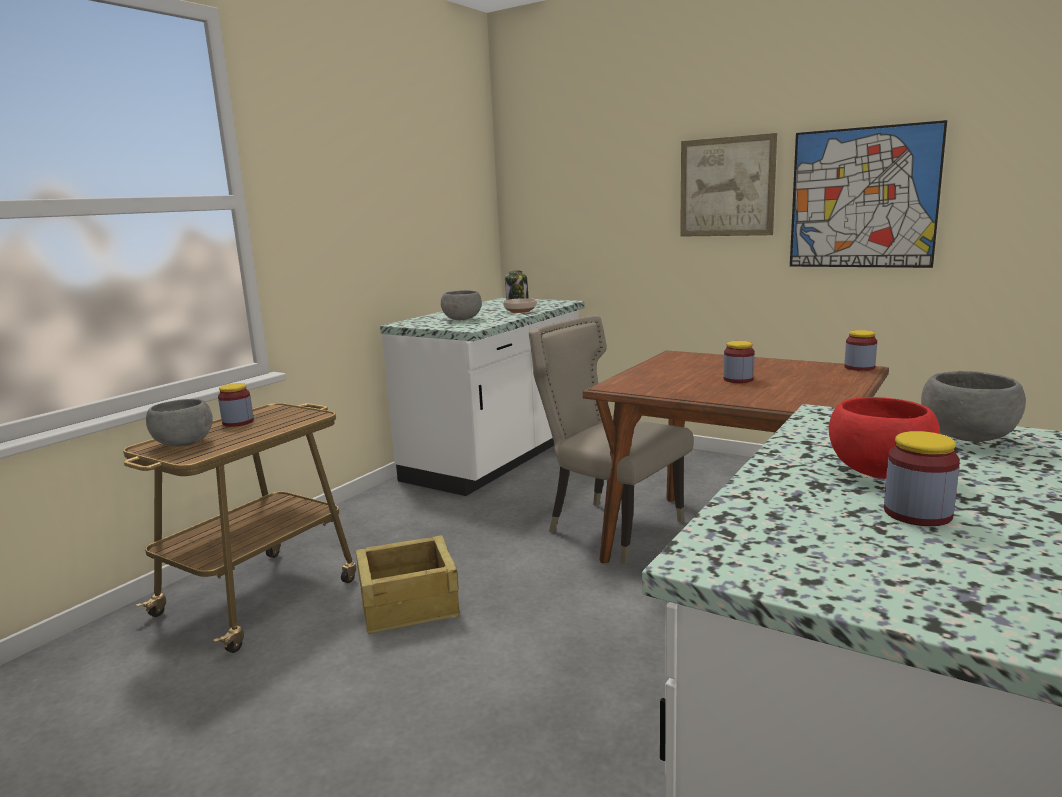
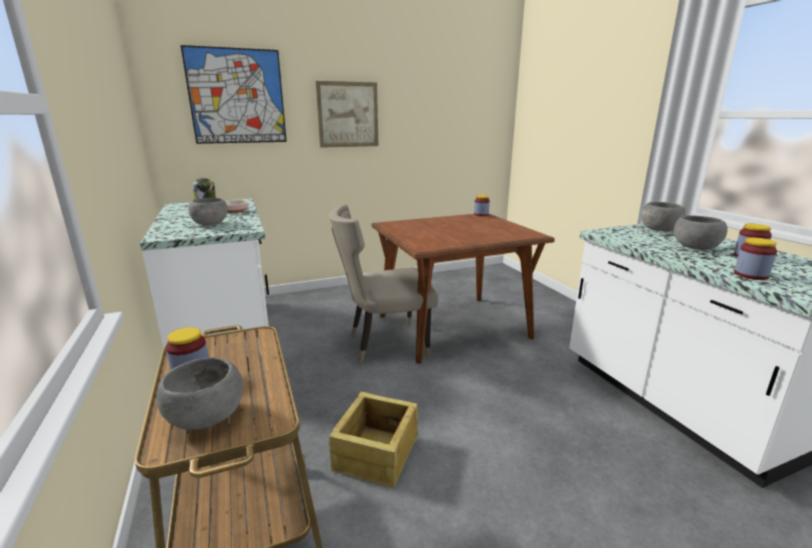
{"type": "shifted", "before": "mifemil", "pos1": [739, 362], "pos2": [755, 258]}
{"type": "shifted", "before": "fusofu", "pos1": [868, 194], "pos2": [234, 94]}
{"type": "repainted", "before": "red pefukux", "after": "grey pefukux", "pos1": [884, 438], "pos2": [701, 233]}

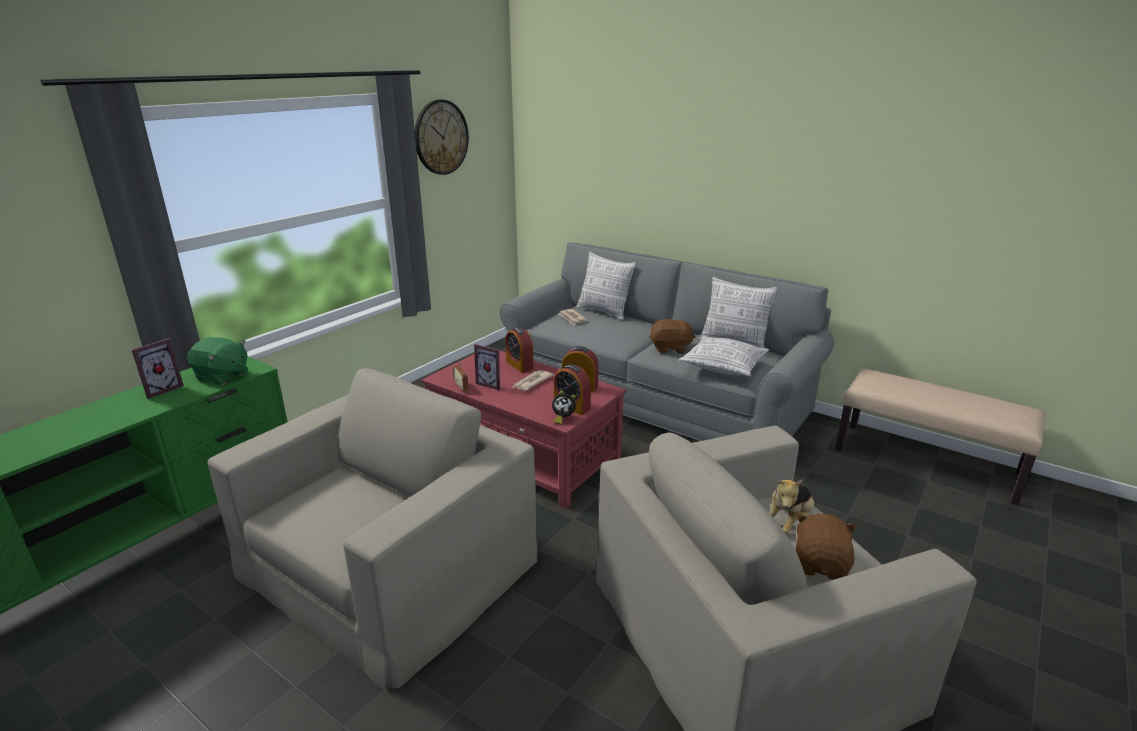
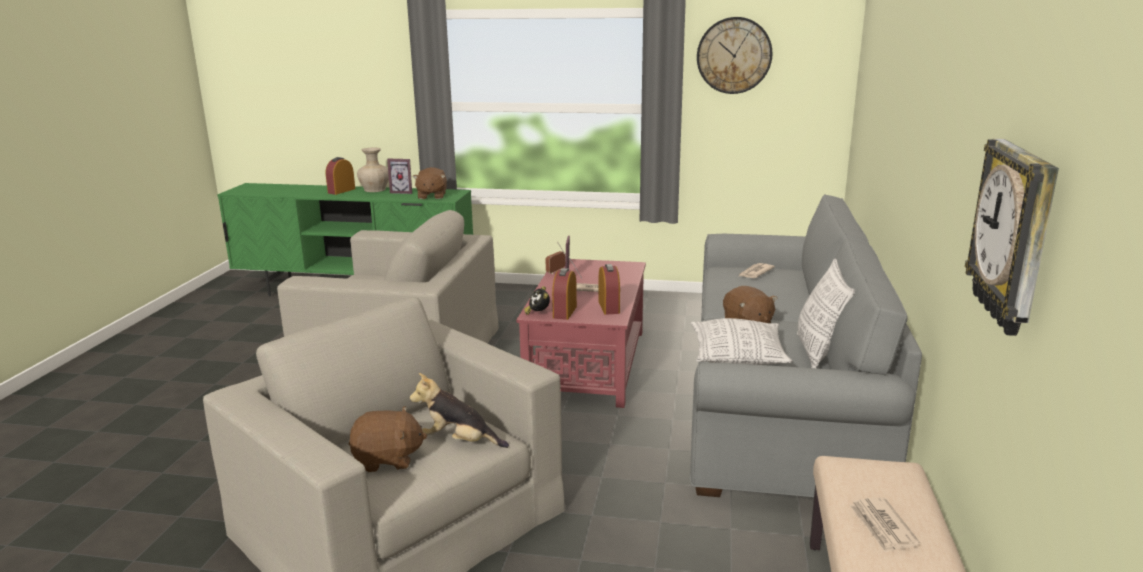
{"type": "gone", "before": "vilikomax", "pos1": [606, 286]}
{"type": "new", "after": "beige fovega", "pos2": [373, 170]}
{"type": "new", "after": "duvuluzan", "pos2": [884, 525]}
{"type": "new", "after": "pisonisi", "pos2": [1012, 237]}
{"type": "shifted", "before": "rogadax", "pos1": [519, 350], "pos2": [340, 176]}
{"type": "repainted", "before": "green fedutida", "after": "brown fedutida", "pos1": [217, 361], "pos2": [430, 183]}

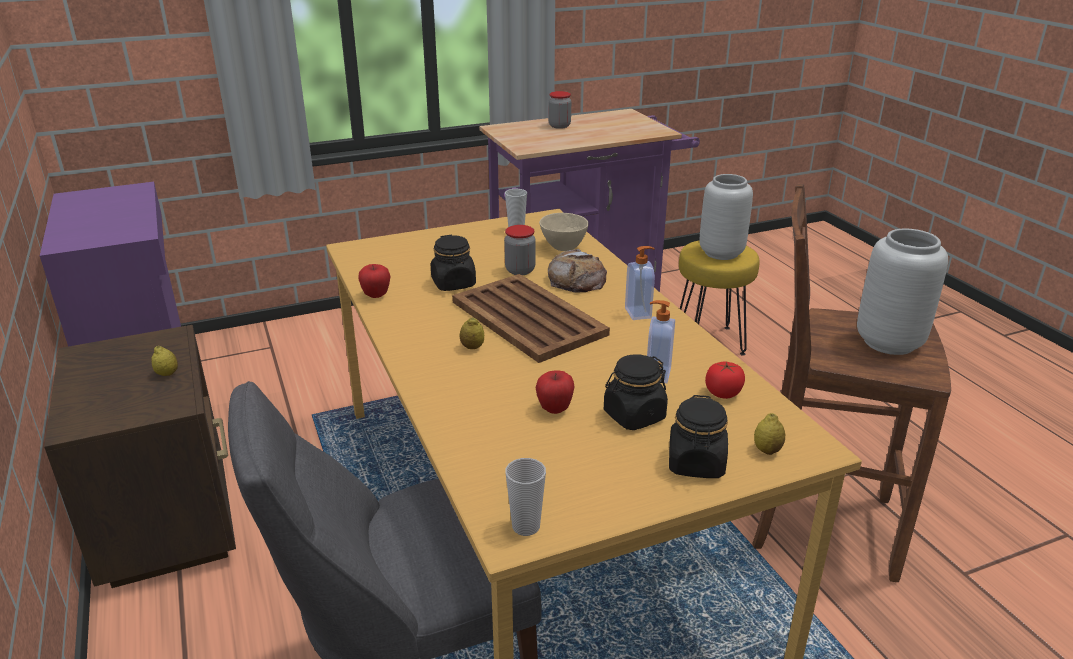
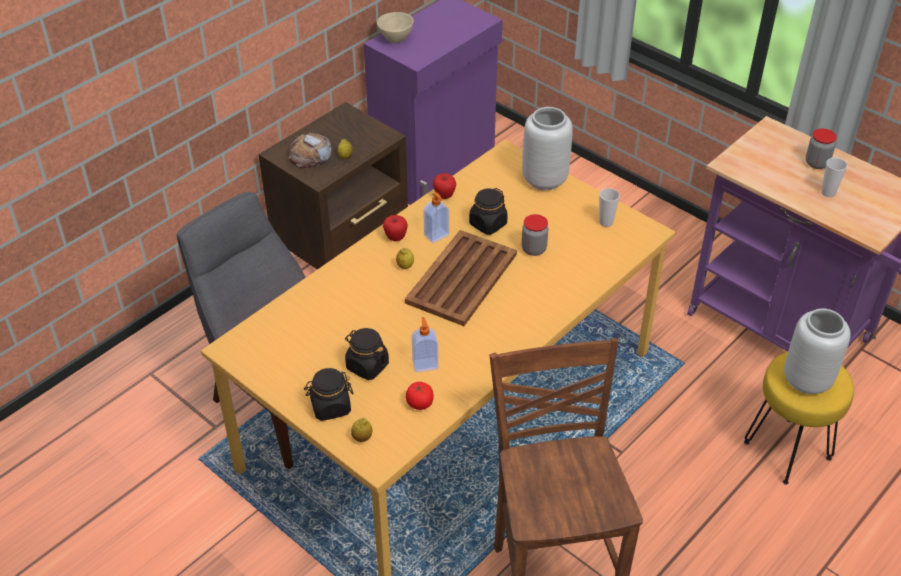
{"type": "shifted", "before": "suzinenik", "pos1": [526, 497], "pos2": [834, 177]}
{"type": "shifted", "before": "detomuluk", "pos1": [555, 392], "pos2": [395, 228]}
{"type": "shifted", "before": "beige pefukux", "pos1": [564, 232], "pos2": [395, 27]}
{"type": "shifted", "before": "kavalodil", "pos1": [577, 270], "pos2": [310, 150]}
{"type": "shifted", "before": "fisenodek", "pos1": [640, 283], "pos2": [436, 217]}
{"type": "shifted", "before": "grey fovega", "pos1": [902, 291], "pos2": [547, 148]}

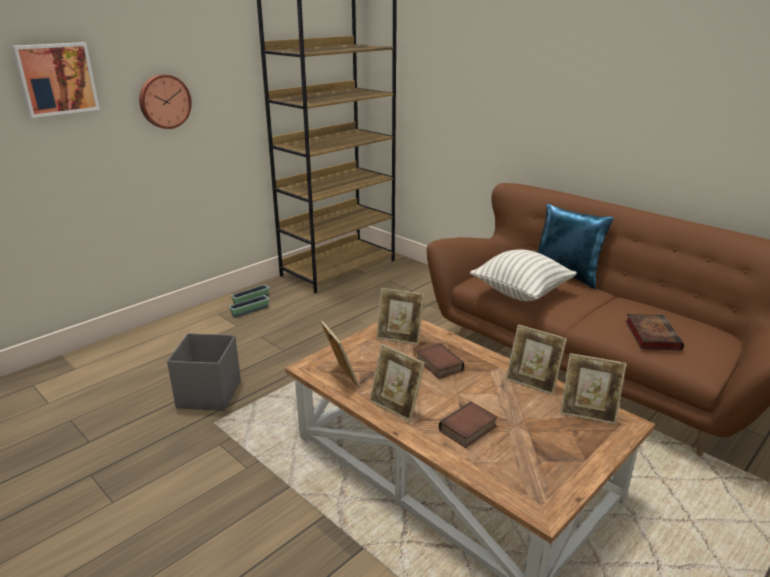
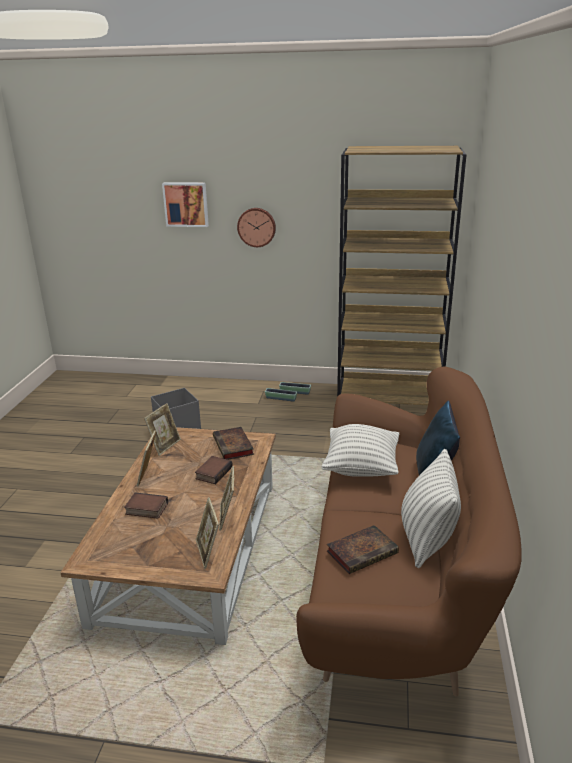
{"type": "new", "after": "vilikomax", "pos2": [431, 508]}
{"type": "swapped", "before": "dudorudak", "after": "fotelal", "pos1": [400, 316], "pos2": [233, 443]}

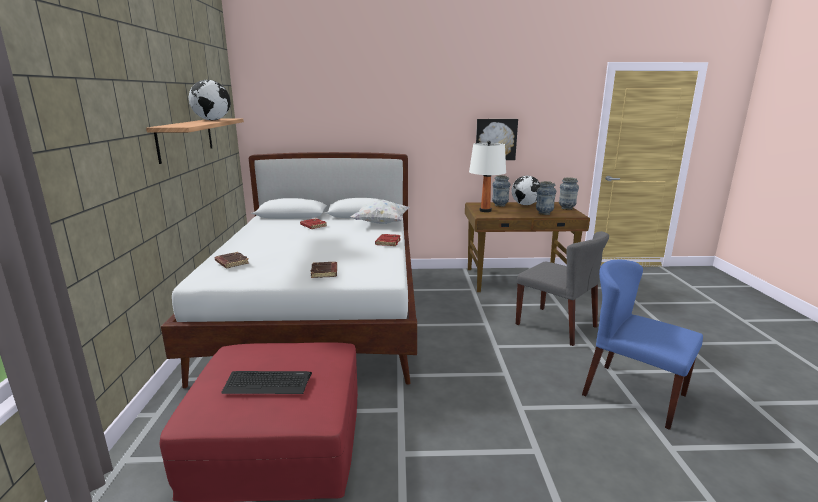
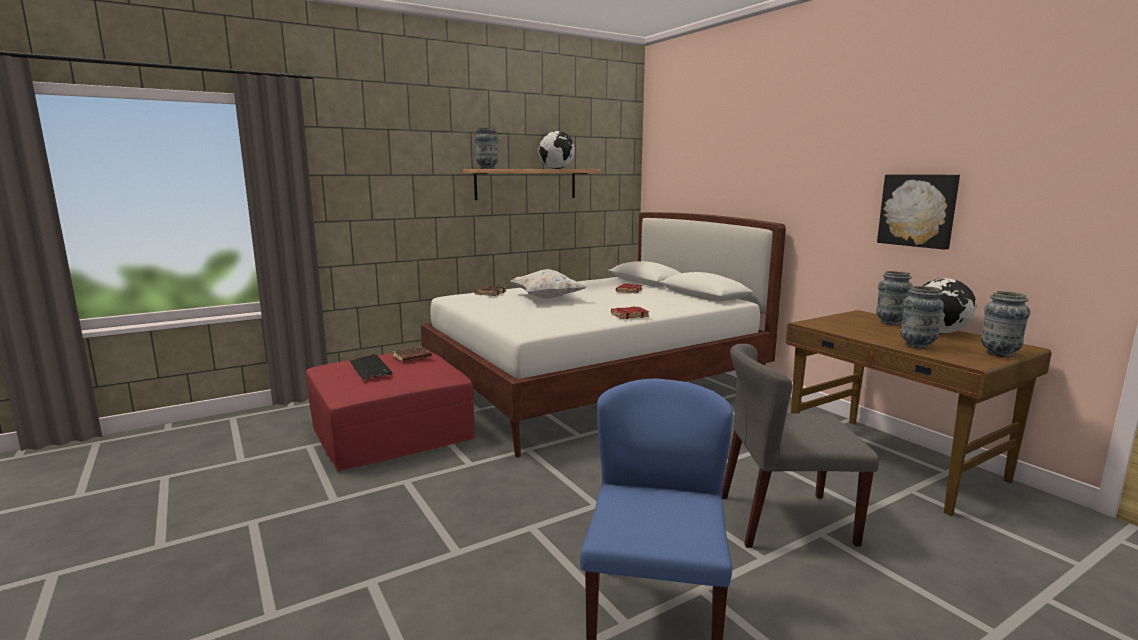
{"type": "gone", "before": "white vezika", "pos1": [487, 176]}
{"type": "new", "after": "fovega", "pos2": [486, 148]}
{"type": "shifted", "before": "brown fotelal", "pos1": [324, 270], "pos2": [412, 354]}
{"type": "shifted", "before": "white vilikomax", "pos1": [380, 212], "pos2": [548, 284]}
{"type": "rotated", "before": "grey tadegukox", "pos1": [562, 288], "pos2": [800, 446], "turn": 75}

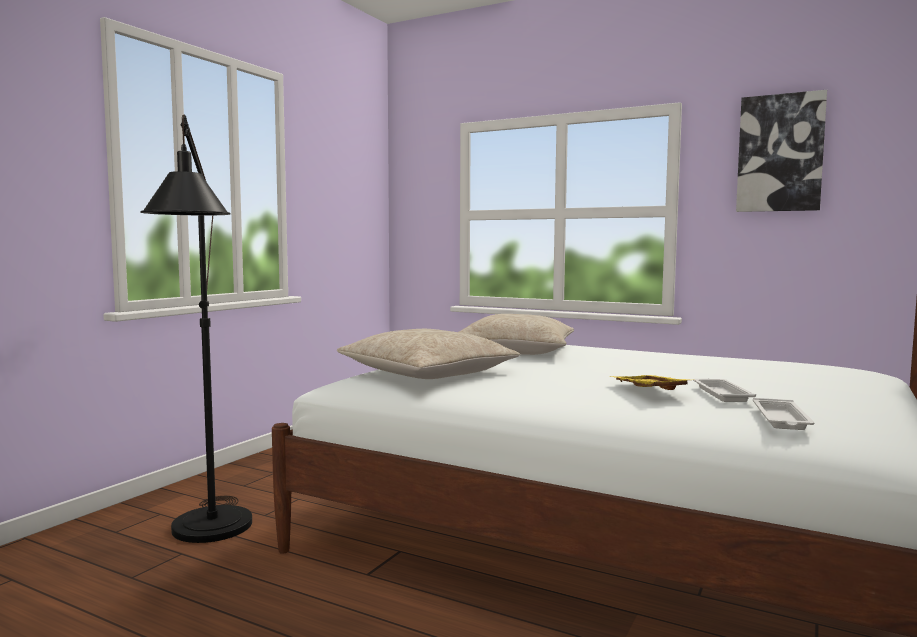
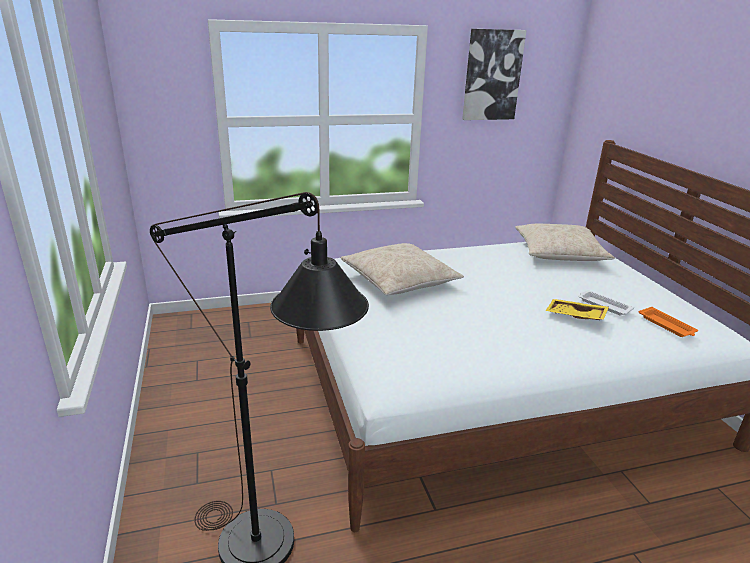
{"type": "shifted", "before": "beige vilikomax", "pos1": [428, 354], "pos2": [565, 242]}
{"type": "repainted", "before": "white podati", "after": "orange podati", "pos1": [784, 414], "pos2": [668, 322]}

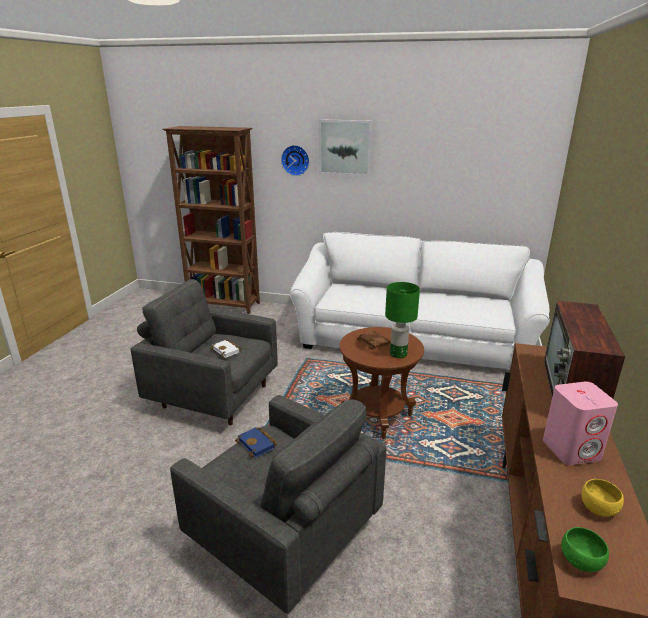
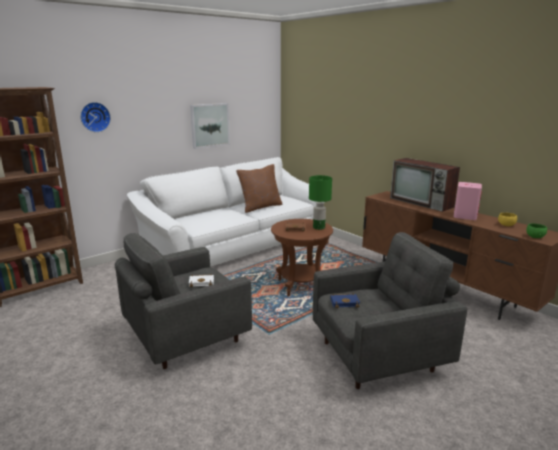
{"type": "new", "after": "brown vilikomax", "pos2": [259, 188]}
{"type": "shifted", "before": "fusofu", "pos1": [345, 147], "pos2": [210, 126]}

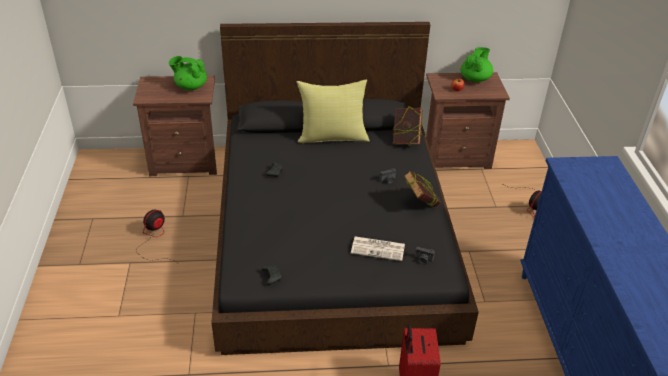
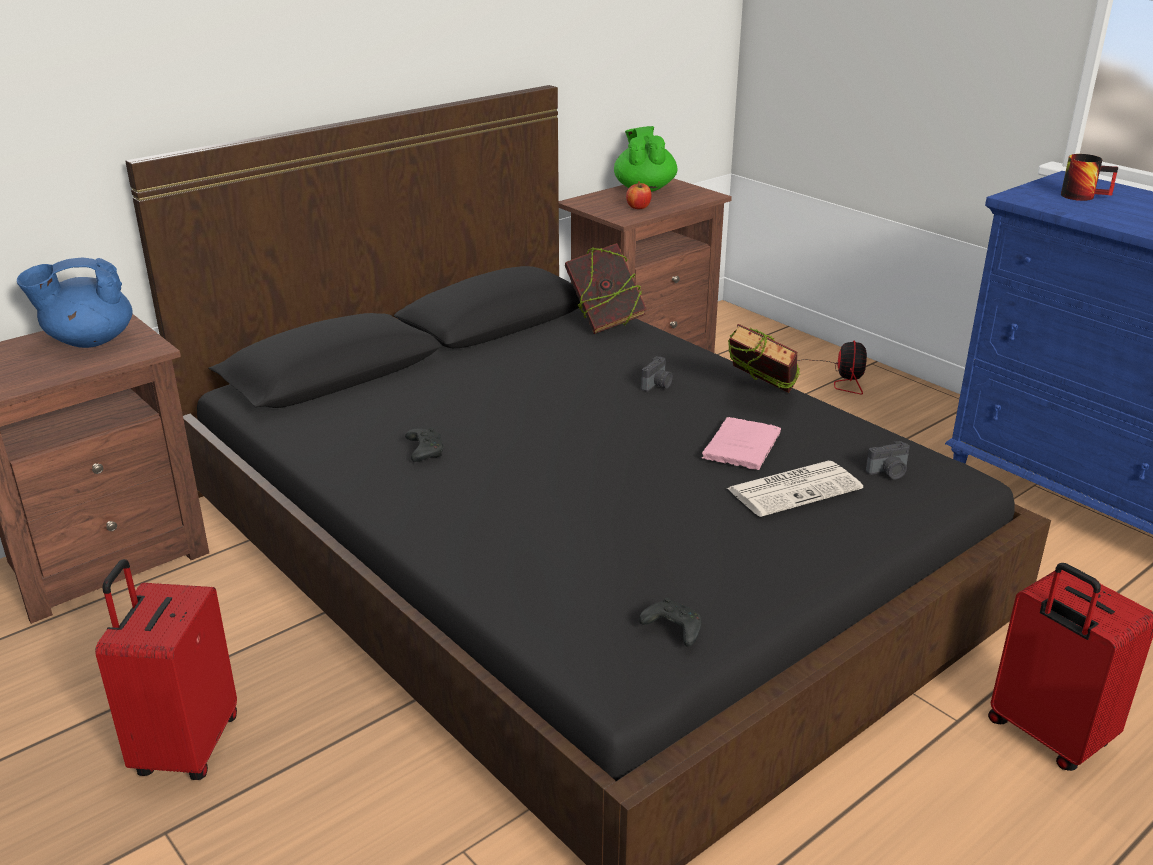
{"type": "gone", "before": "yellow vilikomax", "pos1": [333, 111]}
{"type": "new", "after": "pink fotelal", "pos2": [741, 443]}
{"type": "new", "after": "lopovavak", "pos2": [1089, 177]}
{"type": "swapped", "before": "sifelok", "after": "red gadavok", "pos1": [156, 236], "pos2": [166, 669]}
{"type": "repainted", "before": "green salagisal", "after": "blue salagisal", "pos1": [188, 73], "pos2": [75, 302]}

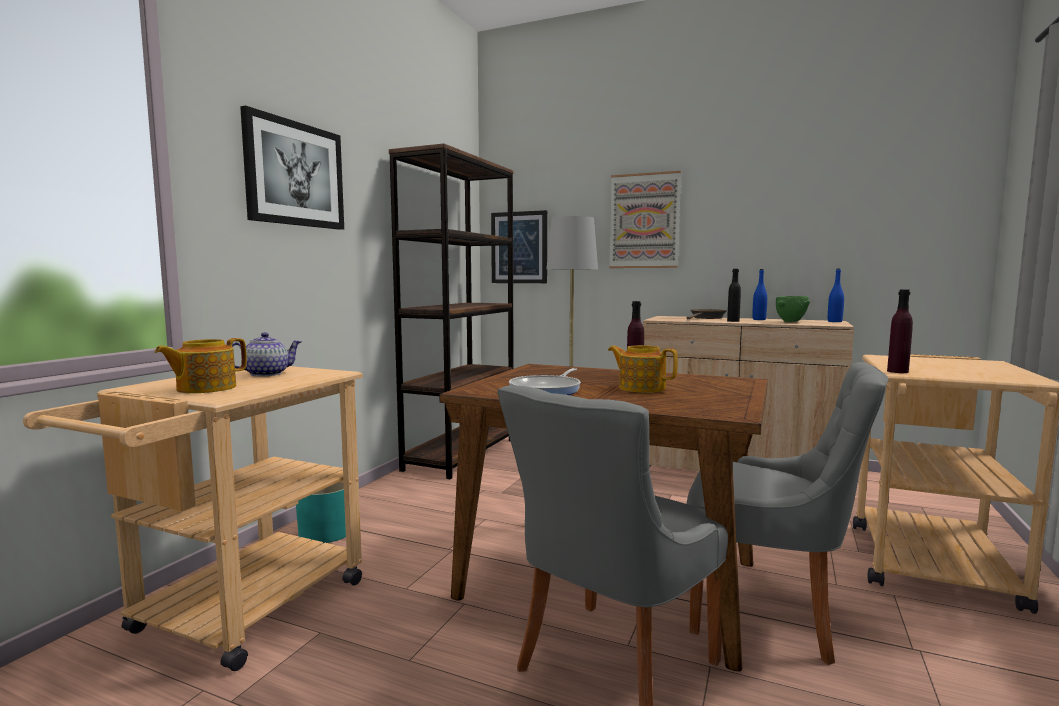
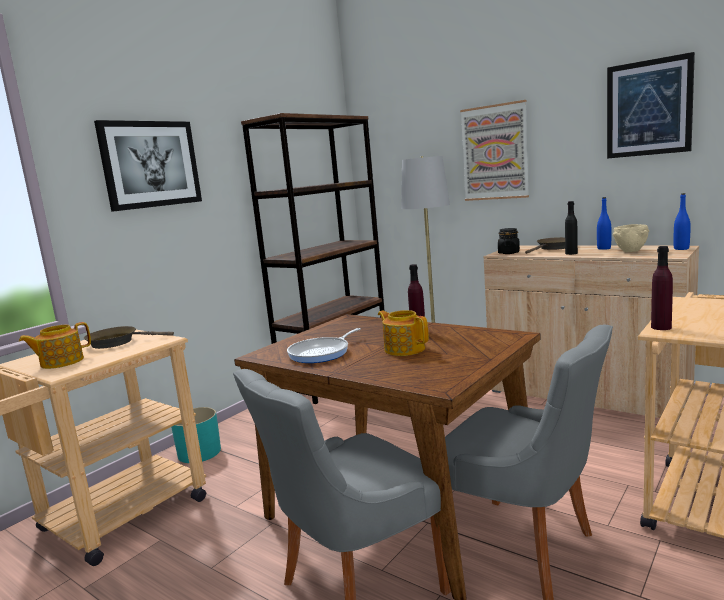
{"type": "new", "after": "black mifemil", "pos2": [509, 241]}
{"type": "shifted", "before": "fusofu", "pos1": [519, 246], "pos2": [651, 105]}
{"type": "swapped", "before": "salagisal", "after": "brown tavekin", "pos1": [267, 354], "pos2": [129, 337]}
{"type": "repainted", "before": "green pefukux", "after": "beige pefukux", "pos1": [793, 309], "pos2": [631, 238]}

